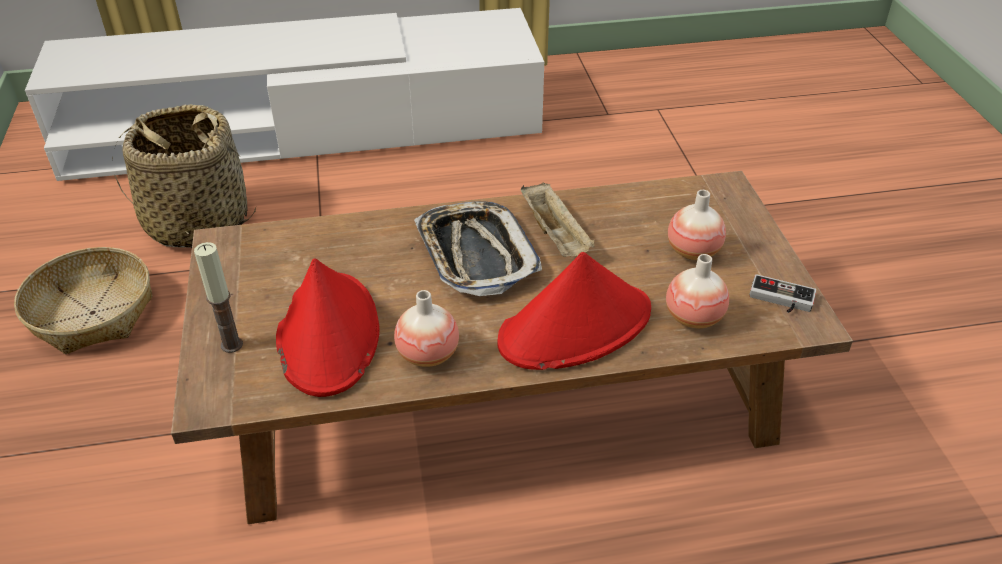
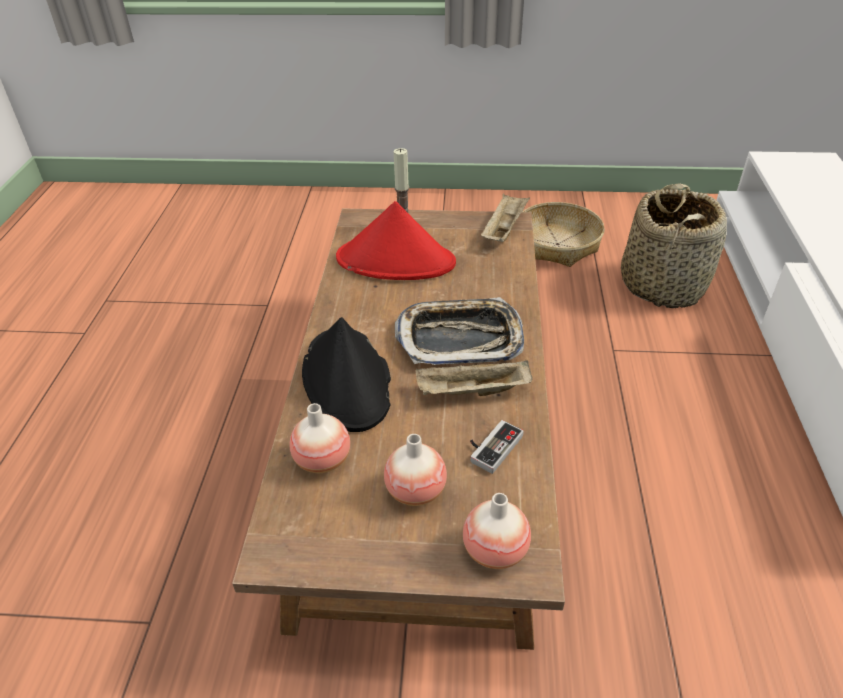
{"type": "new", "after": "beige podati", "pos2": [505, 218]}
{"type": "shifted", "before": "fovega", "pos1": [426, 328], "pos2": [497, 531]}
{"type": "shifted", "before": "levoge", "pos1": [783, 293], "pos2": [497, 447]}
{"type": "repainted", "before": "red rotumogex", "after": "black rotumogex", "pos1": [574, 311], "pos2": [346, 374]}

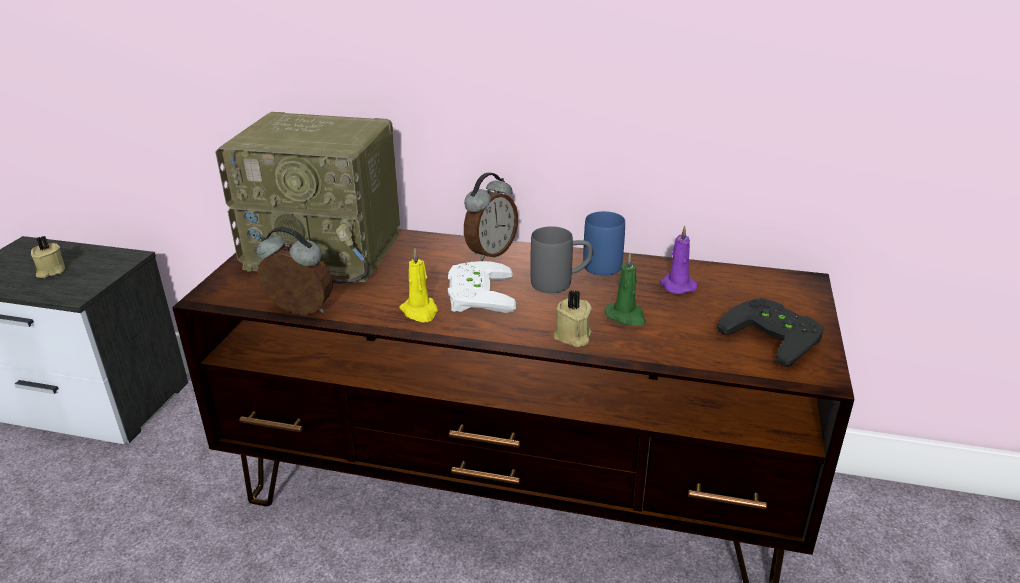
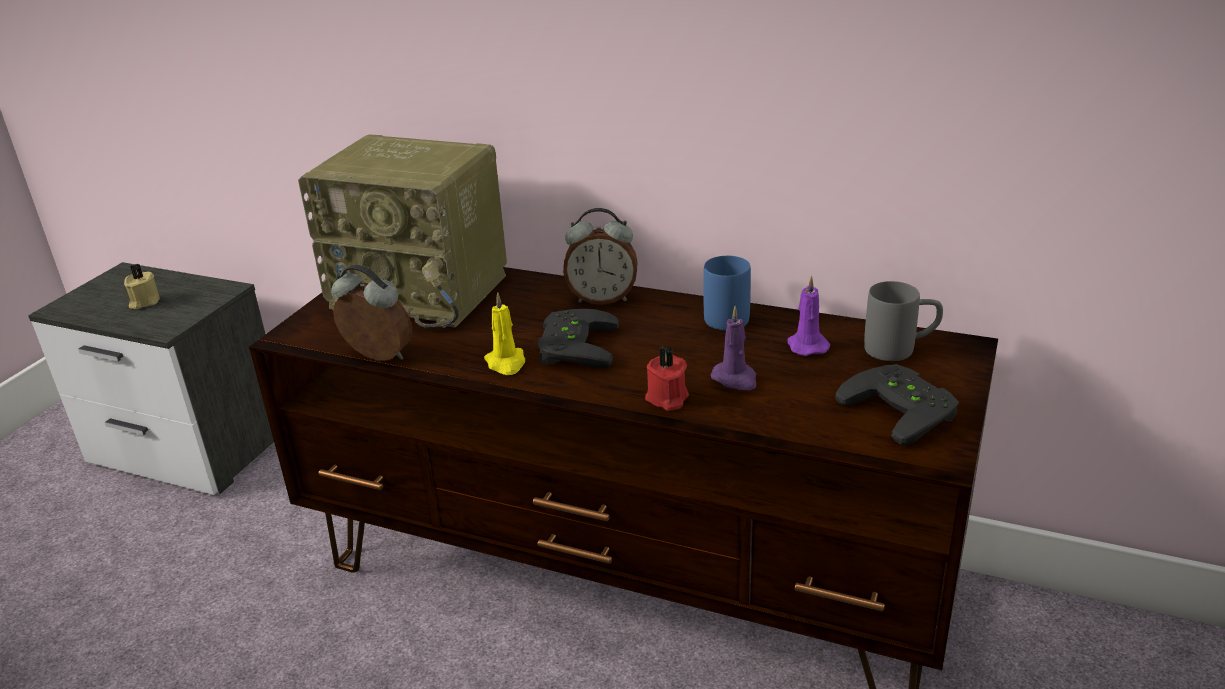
{"type": "shifted", "before": "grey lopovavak", "pos1": [561, 259], "pos2": [903, 321]}
{"type": "repainted", "before": "white levoge", "after": "black levoge", "pos1": [482, 287], "pos2": [578, 339]}
{"type": "repainted", "before": "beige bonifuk", "after": "red bonifuk", "pos1": [573, 318], "pos2": [667, 379]}
{"type": "repainted", "before": "green bonifuk", "after": "purple bonifuk", "pos1": [625, 289], "pos2": [733, 348]}
{"type": "rotated", "before": "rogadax", "pos1": [491, 217], "pos2": [600, 256], "turn": 45}

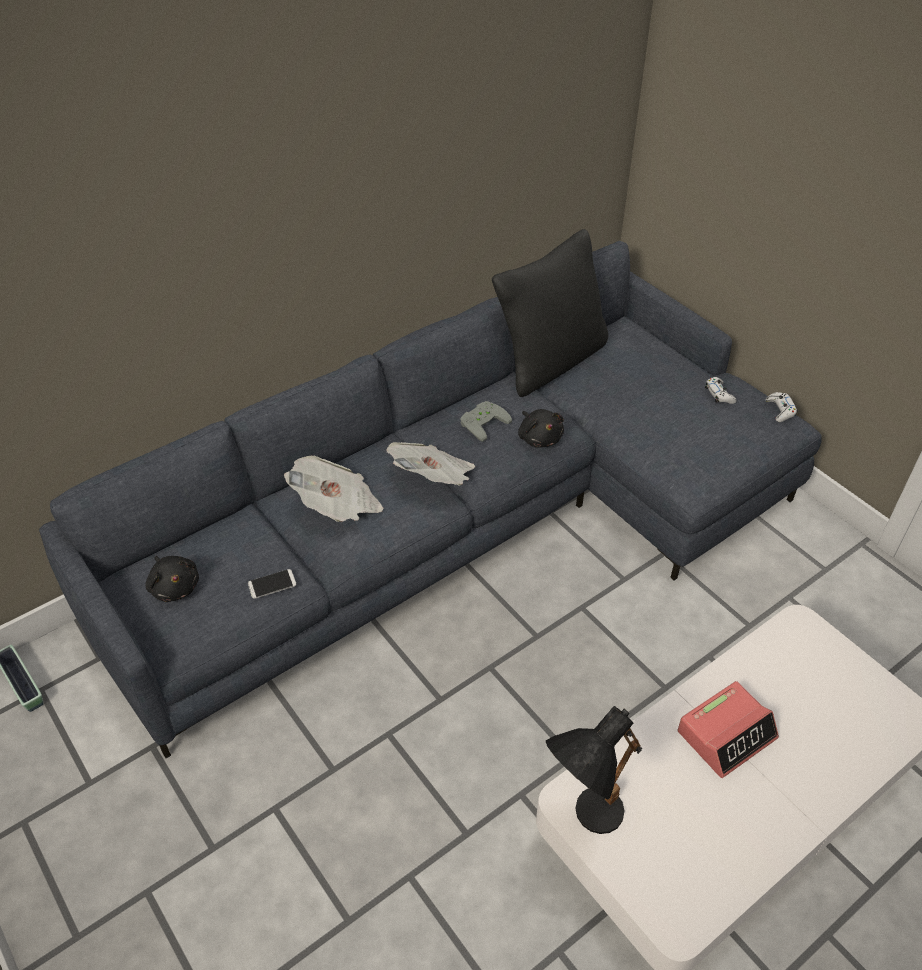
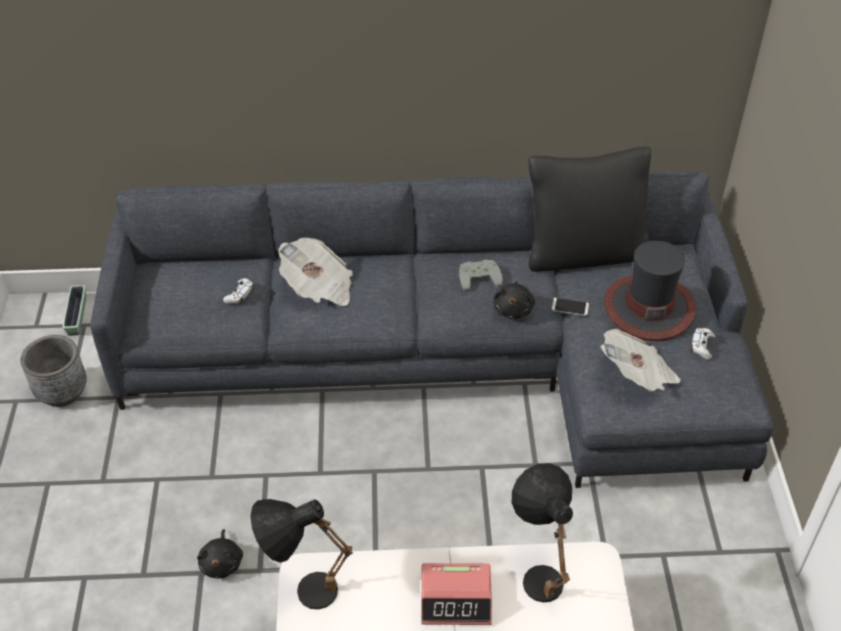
{"type": "new", "after": "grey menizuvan", "pos2": [53, 371]}
{"type": "new", "after": "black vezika", "pos2": [542, 533]}
{"type": "new", "after": "rotumogex", "pos2": [650, 291]}
{"type": "shifted", "before": "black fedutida", "pos1": [172, 579], "pos2": [220, 554]}
{"type": "shifted", "before": "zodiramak", "pos1": [272, 584], "pos2": [570, 307]}
{"type": "shifted", "before": "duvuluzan", "pos1": [431, 463], "pos2": [640, 360]}
{"type": "shifted", "before": "white levoge", "pos1": [781, 407], "pos2": [238, 291]}

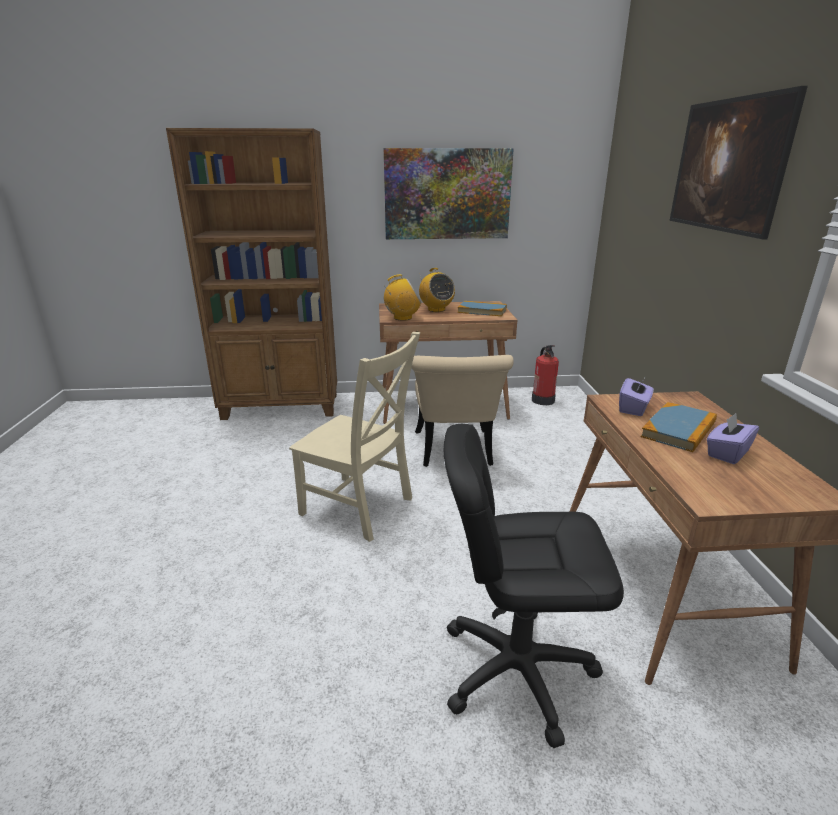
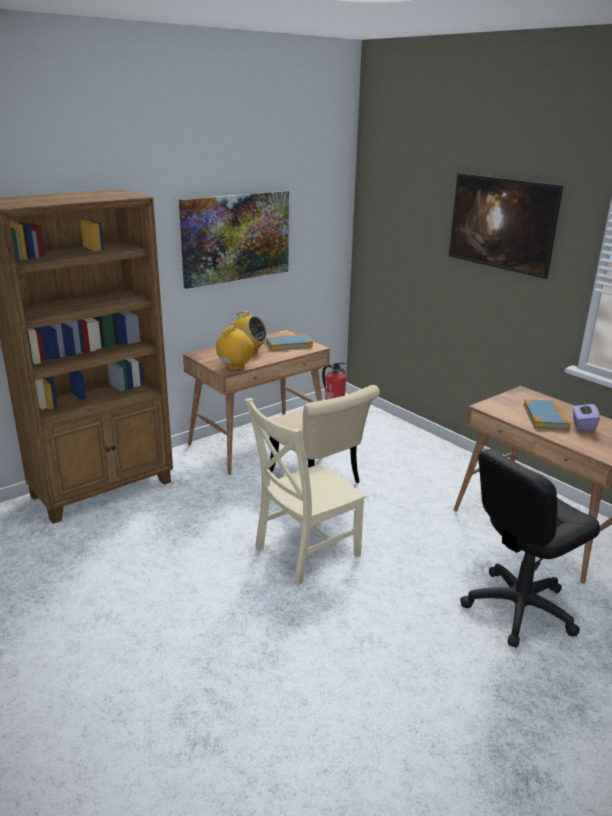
{"type": "gone", "before": "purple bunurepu", "pos1": [636, 395]}
{"type": "rotated", "before": "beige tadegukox", "pos1": [355, 437], "pos2": [305, 492], "turn": 150}

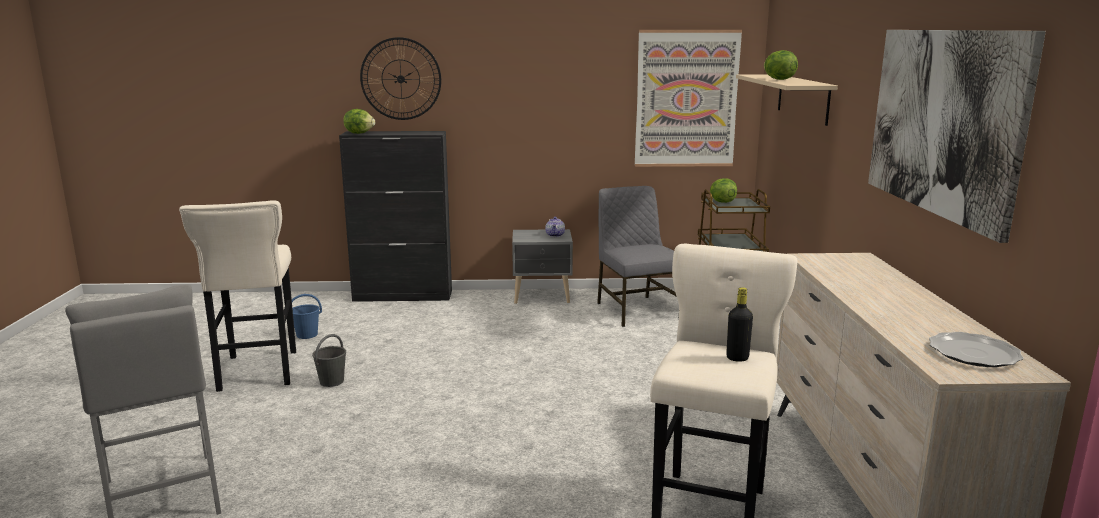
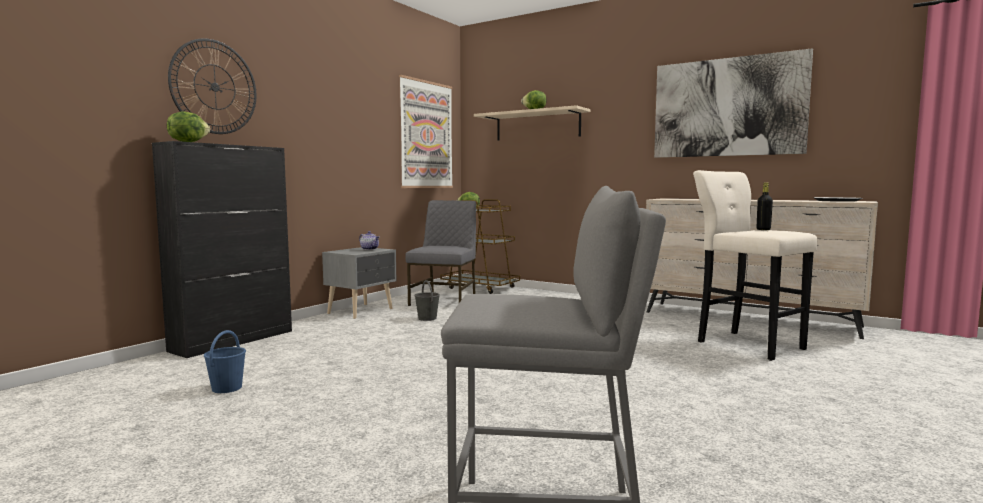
{"type": "gone", "before": "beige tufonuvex", "pos1": [237, 296]}
{"type": "shifted", "before": "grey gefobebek", "pos1": [329, 360], "pos2": [427, 300]}
{"type": "rotated", "before": "grey tadegukox", "pos1": [637, 256], "pos2": [440, 253], "turn": 90}

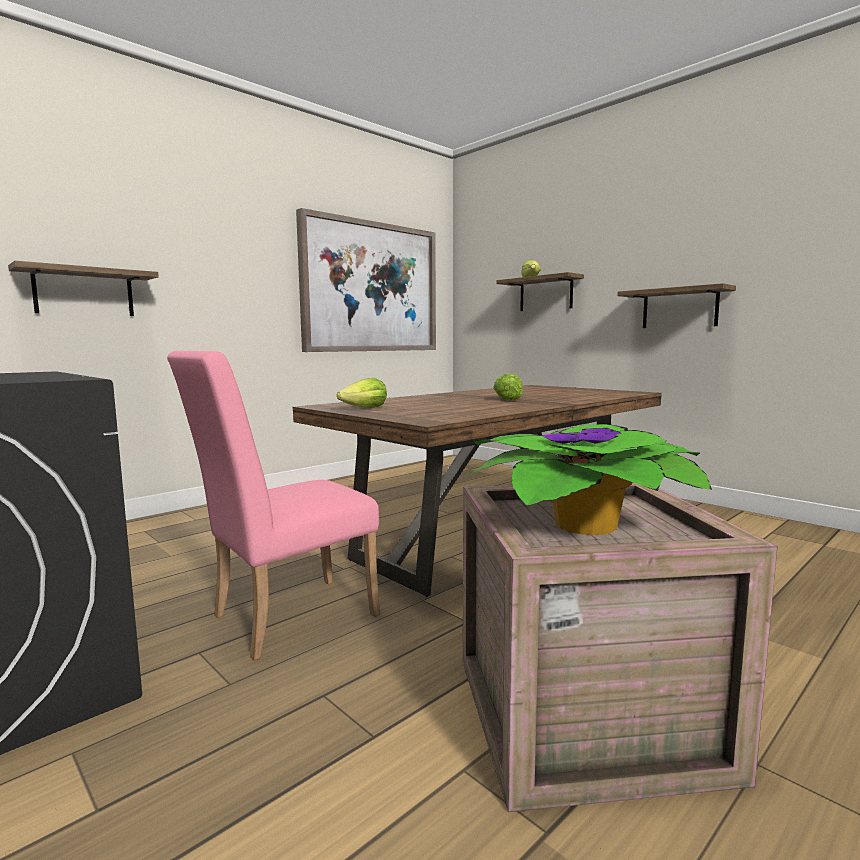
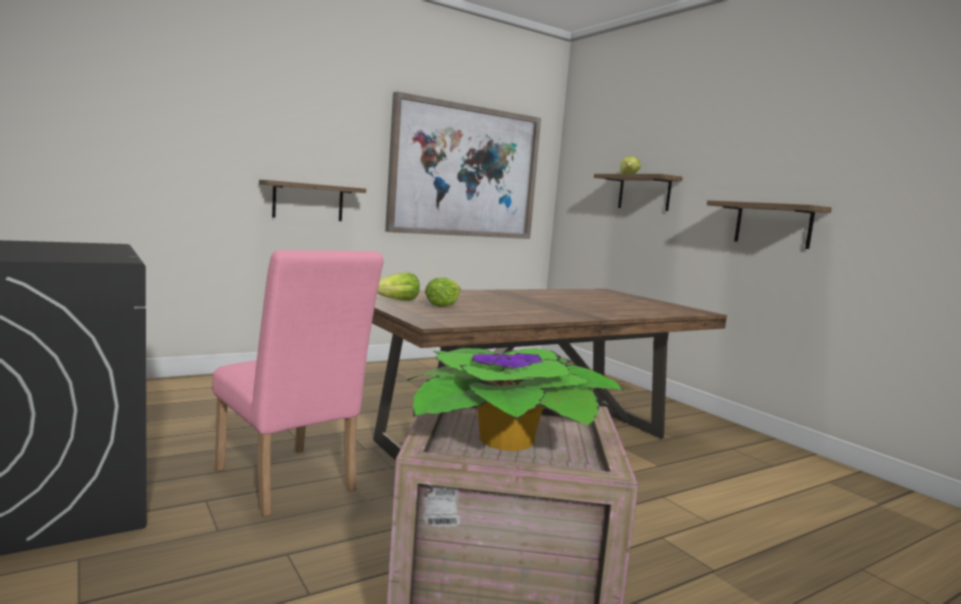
{"type": "shifted", "before": "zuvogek", "pos1": [83, 288], "pos2": [312, 200]}
{"type": "shifted", "before": "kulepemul", "pos1": [508, 386], "pos2": [443, 292]}
{"type": "rotated", "before": "pink tadegukox", "pos1": [273, 506], "pos2": [298, 383], "turn": -105}

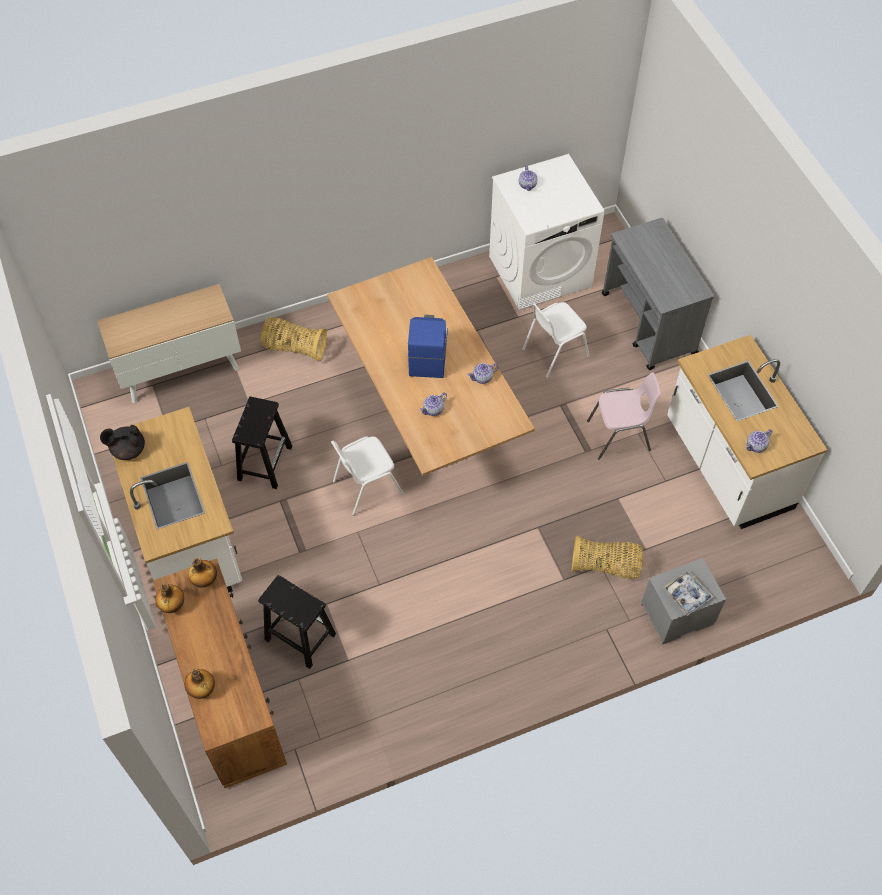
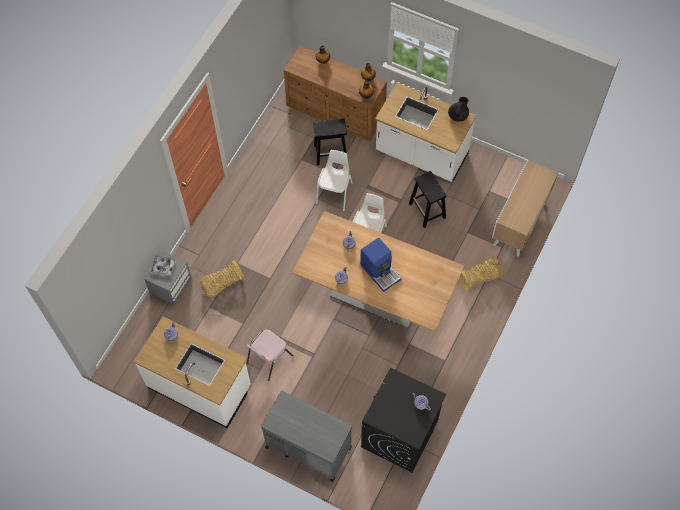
{"type": "shifted", "before": "white tadegukox", "pos1": [555, 340], "pos2": [334, 180]}
{"type": "repainted", "before": "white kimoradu", "after": "black kimoradu", "pos1": [547, 232], "pos2": [403, 420]}

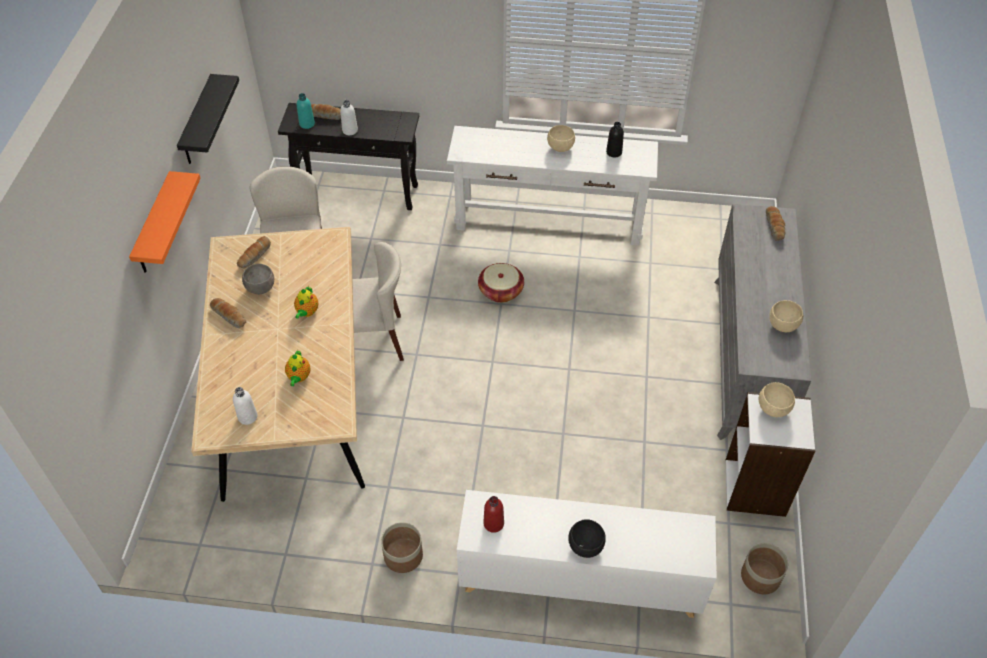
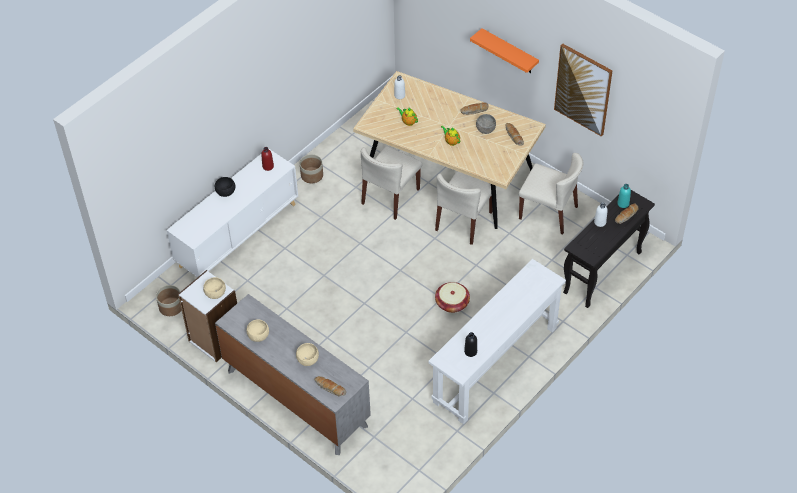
{"type": "new", "after": "beige tadegukox", "pos2": [391, 183]}
{"type": "shifted", "before": "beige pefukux", "pos1": [561, 138], "pos2": [307, 354]}
{"type": "swapped", "before": "black zuvogek", "after": "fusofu", "pos1": [208, 119], "pos2": [583, 90]}

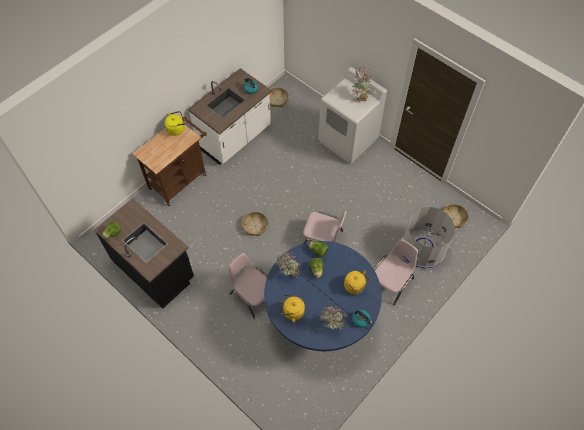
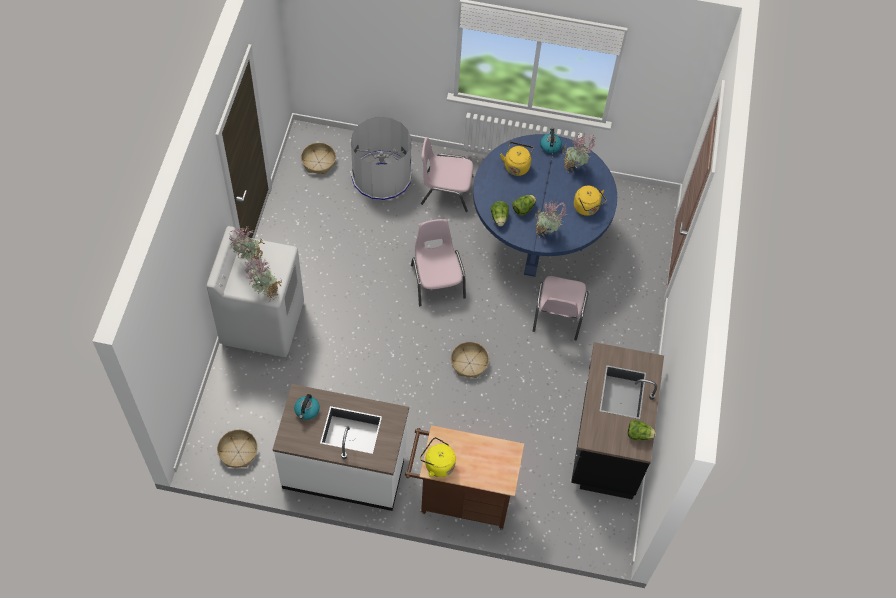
{"type": "new", "after": "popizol", "pos2": [263, 280]}

